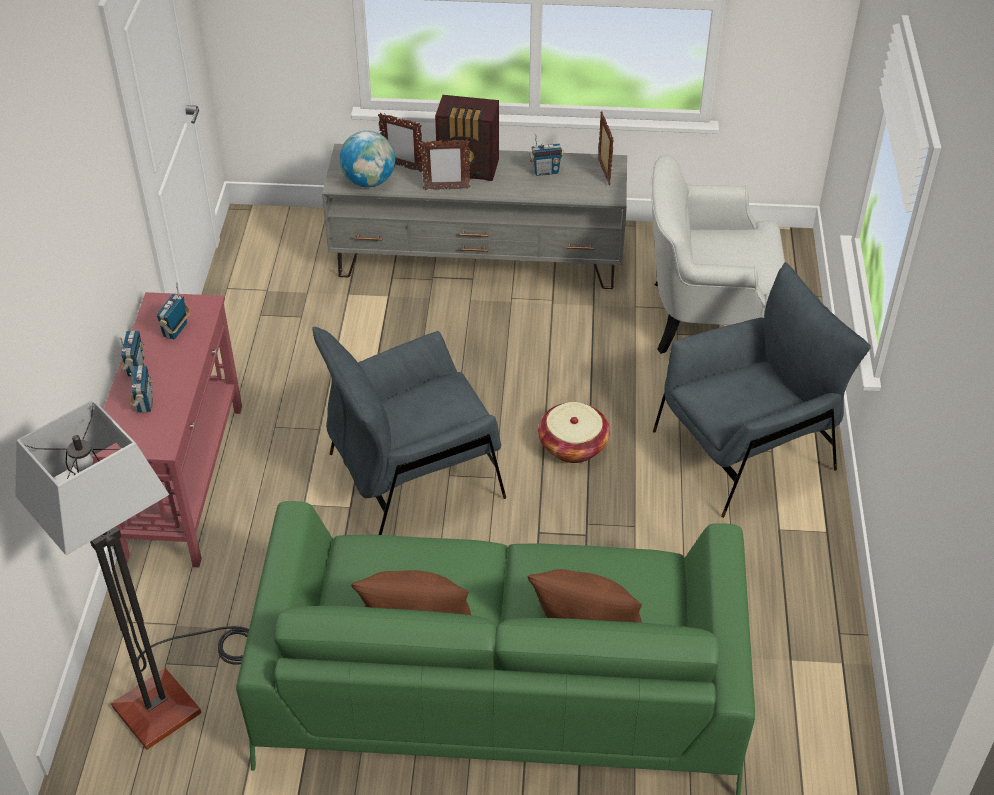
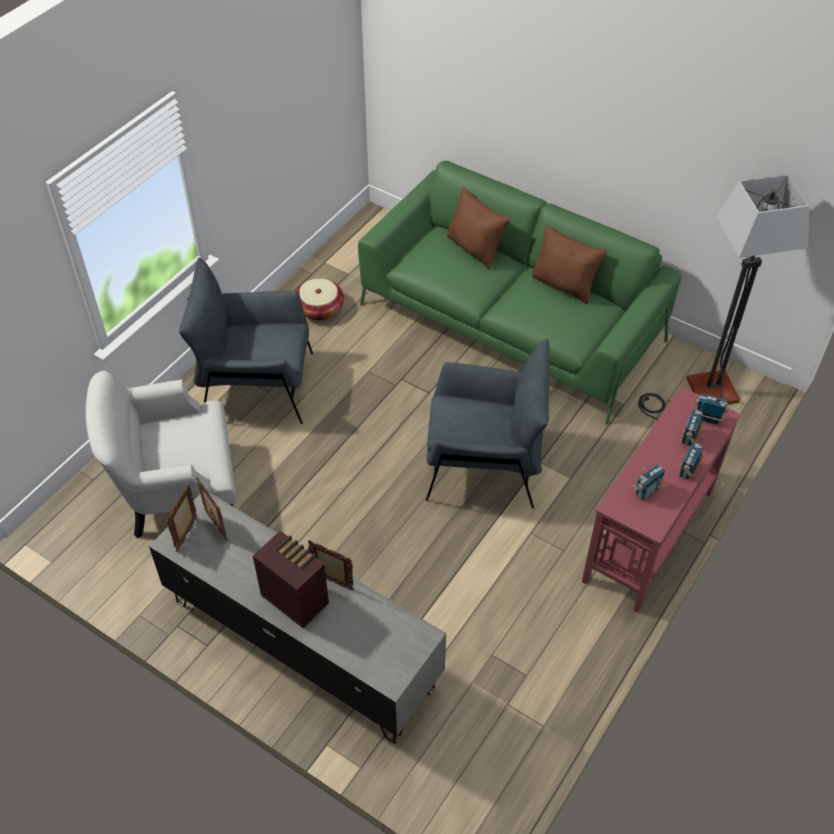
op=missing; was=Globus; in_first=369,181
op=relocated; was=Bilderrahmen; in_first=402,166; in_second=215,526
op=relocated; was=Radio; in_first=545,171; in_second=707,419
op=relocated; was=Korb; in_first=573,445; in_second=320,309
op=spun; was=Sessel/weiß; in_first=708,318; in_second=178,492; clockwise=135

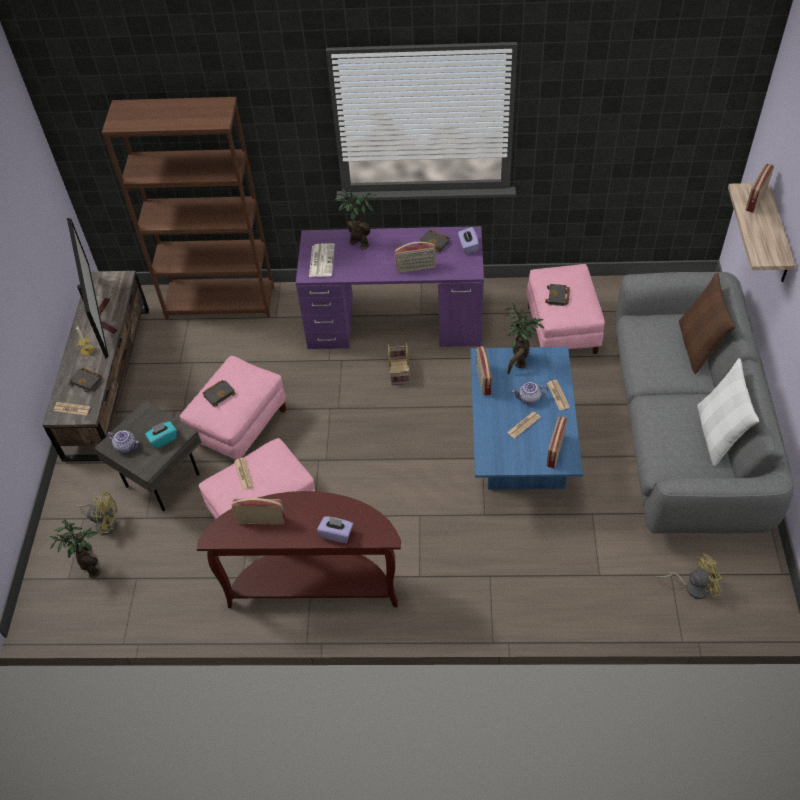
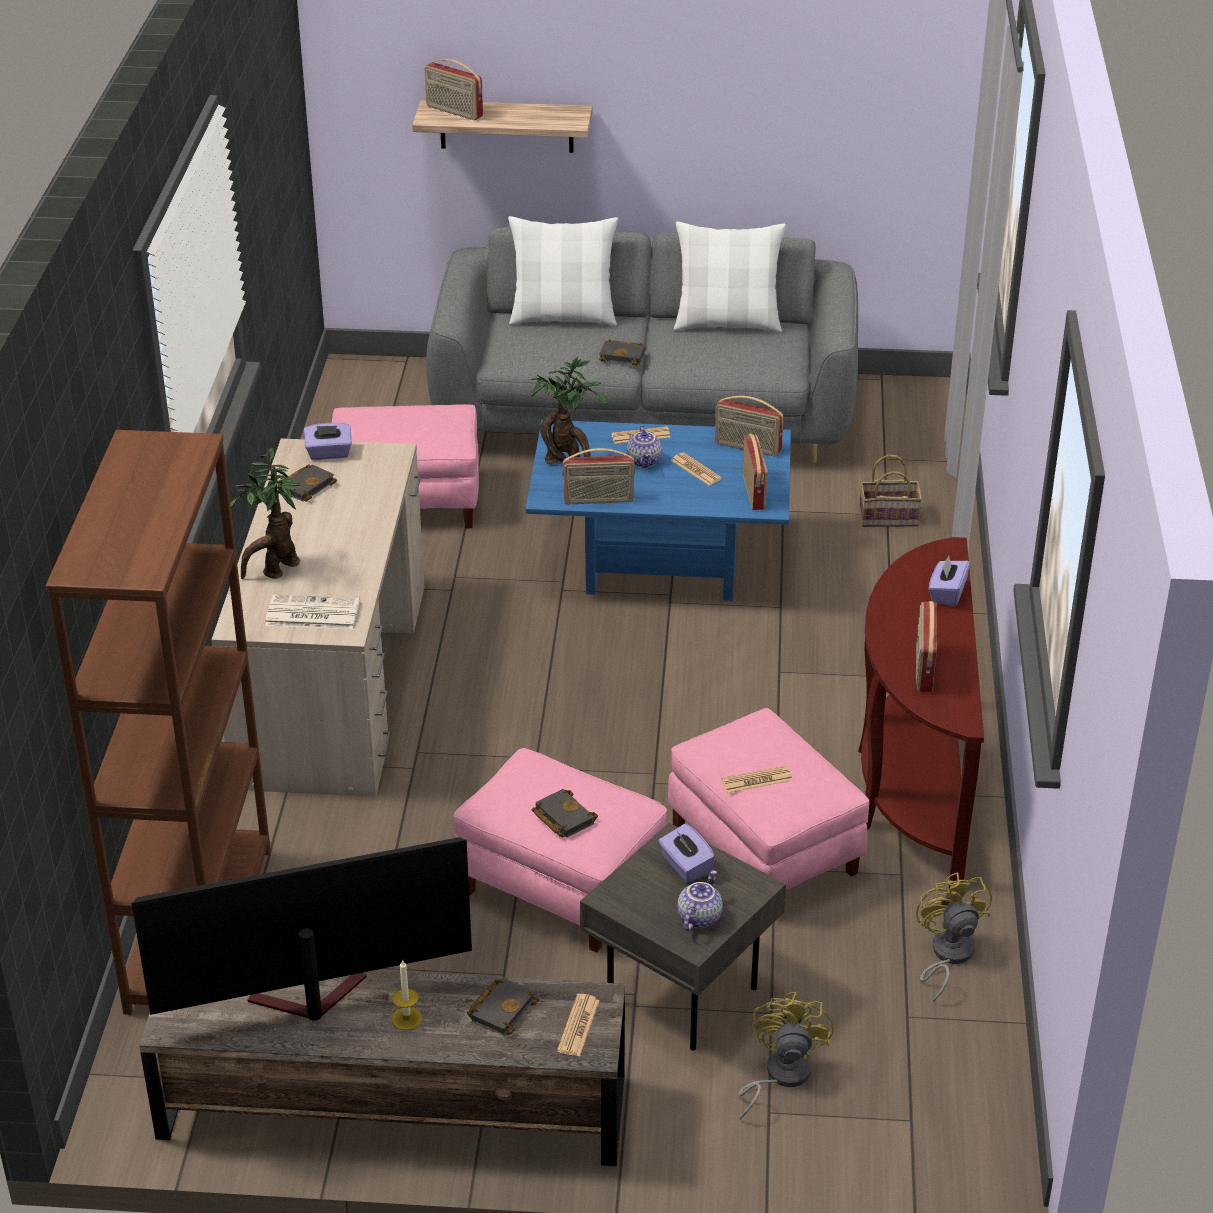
op=missing; was=Topfpflanze; in_first=90,567
op=relocated; was=Korb; in_first=400,372; in_second=890,517
op=relocated; was=Radio; in_first=416,268; in_second=754,491
op=relocated; was=Buch/schwarz; in_first=558,297; in_second=623,355
op=relocated; was=Ventilator/gelb; in_first=692,586; in_second=947,956
op=colour; was=Taschentuchbox/türkis; now=Taschentuchbox/lila; in_first=163,439; in_second=685,866
op=colour; was=Schreibtisch/lila; now=Schreibtisch/beige; in_first=395,321; in_second=334,682
op=colour; was=Kissen/braun; now=Kissen/weiß; in_first=697,346; in_second=563,317

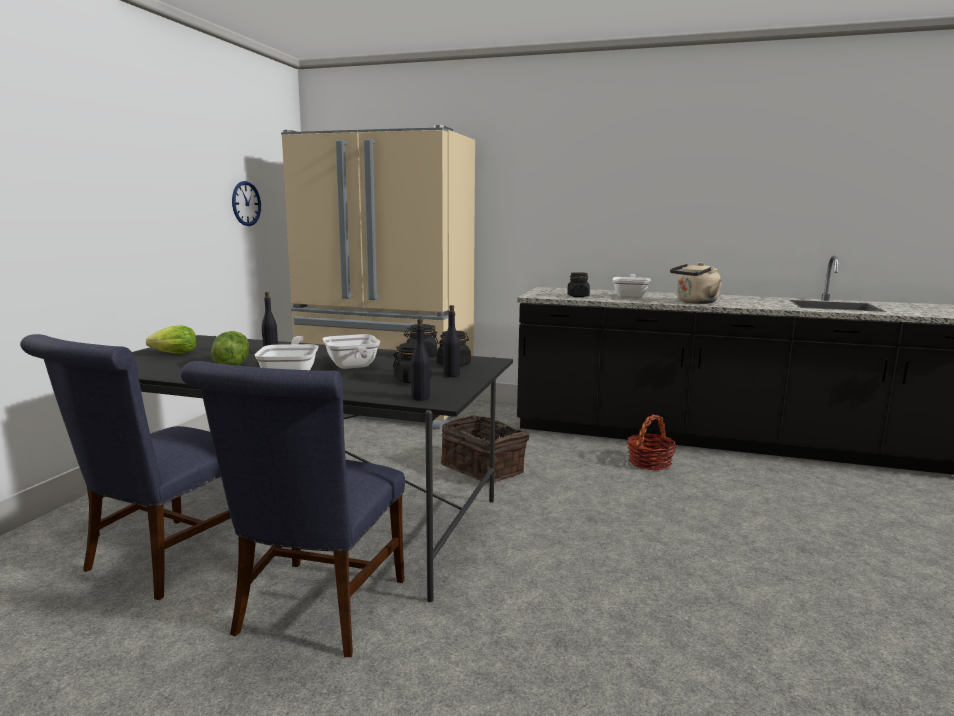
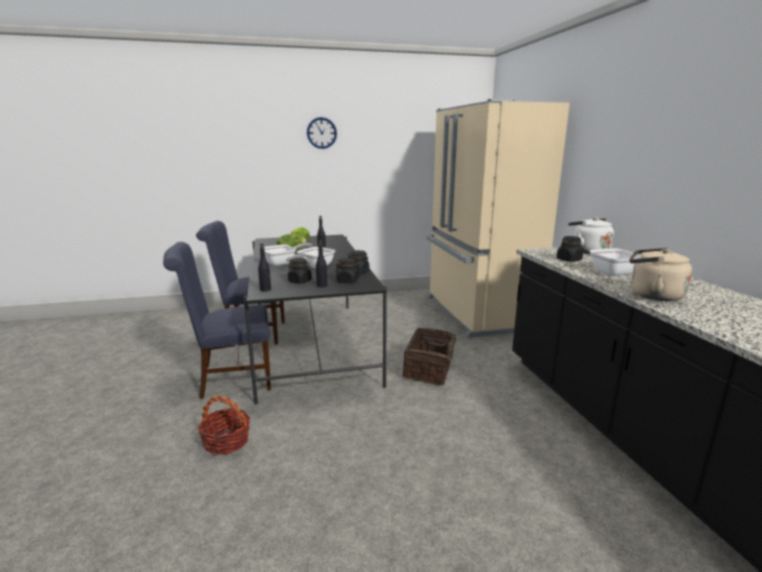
op=appeared; now=Wasserkessel/weiß; in_second=588,251
op=relocated; was=Wanduhr; in_first=246,203; in_second=321,133
op=relocated; was=Korb; in_first=650,462; in_second=226,441

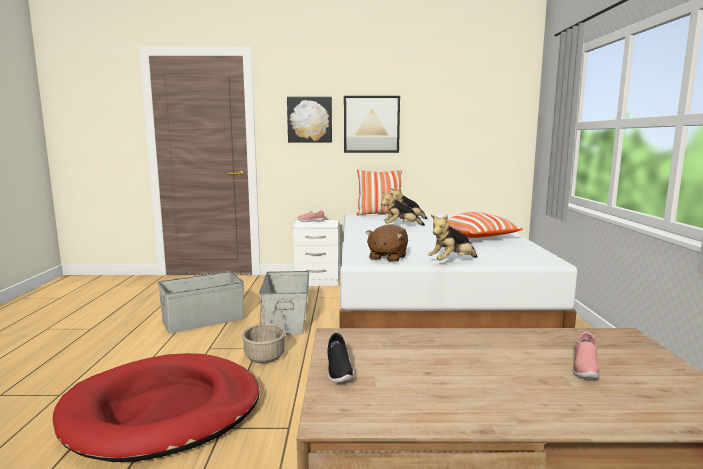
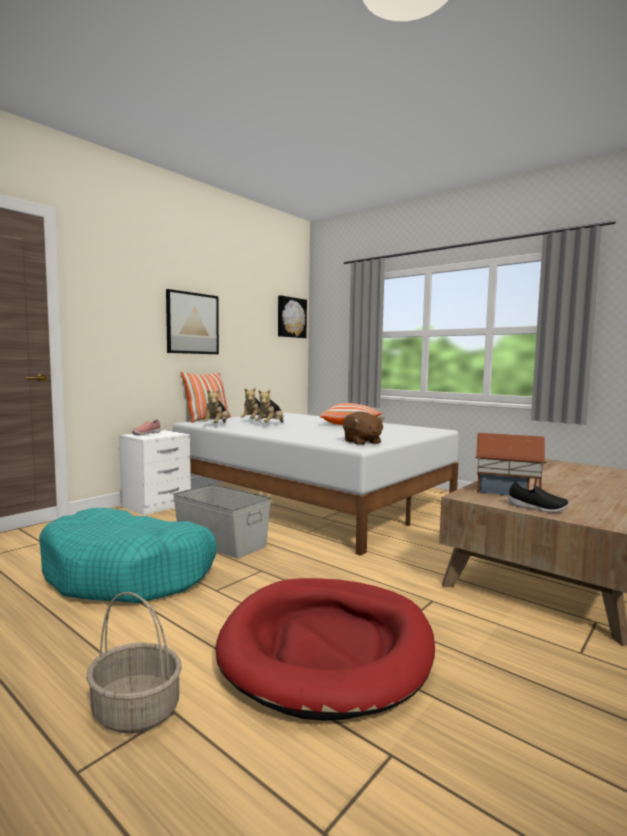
op=missing; was=Schuh/rosa; in_first=584,369
op=appeared; now=Spielzeughaus; in_second=507,492
op=relocated; was=Korb; in_first=264,355; in_second=134,711
op=relocated; was=Bild; in_first=310,120; in_second=291,317
op=relocated; was=Plüschtier; in_first=452,262; in_second=216,425
op=exchanged; was=Aufbewahrungsbox/grau; now=Hundebett/türkis; in_first=202,320; in_second=129,574

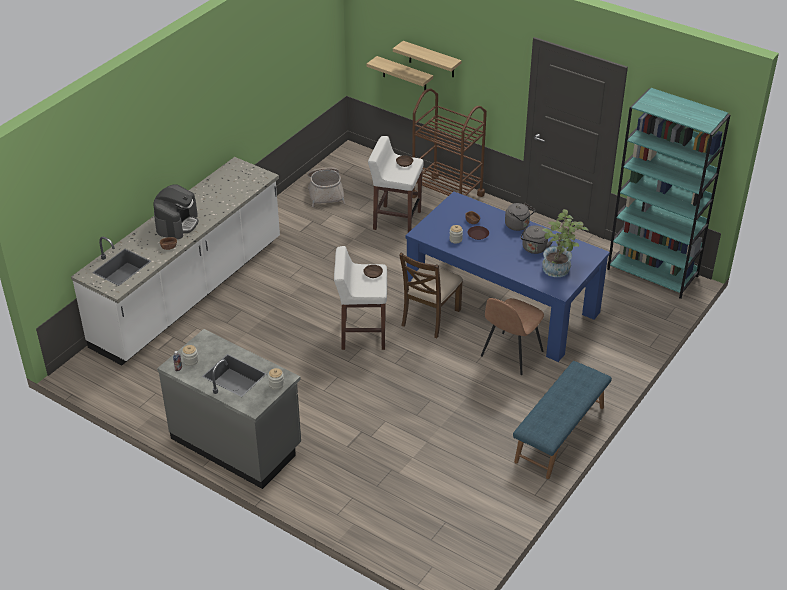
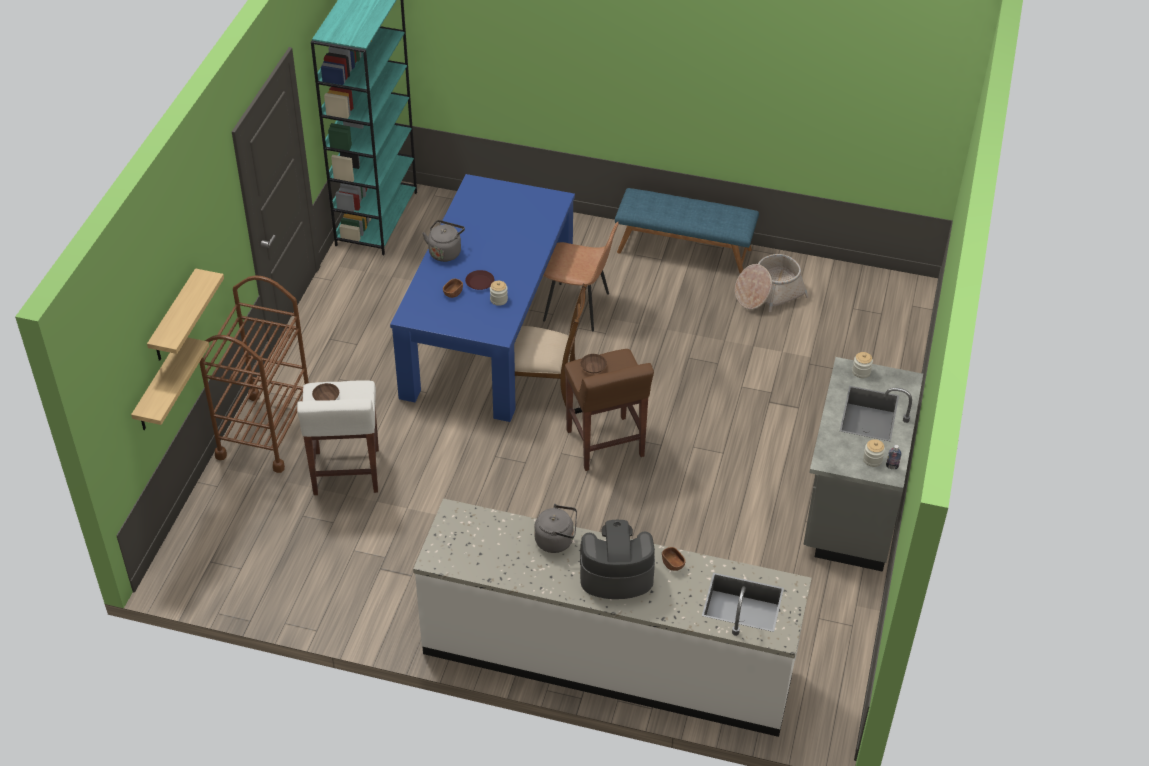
op=missing; was=Topfpflanze; in_first=559,271
op=relocated; was=Korb; in_first=325,192; in_second=768,294
op=relocated; was=Wasserkessel/grau; in_first=534,249; in_second=557,540
op=colour; was=Hocker/weiß; now=Hocker/braun; in_first=362,334; in_second=605,444

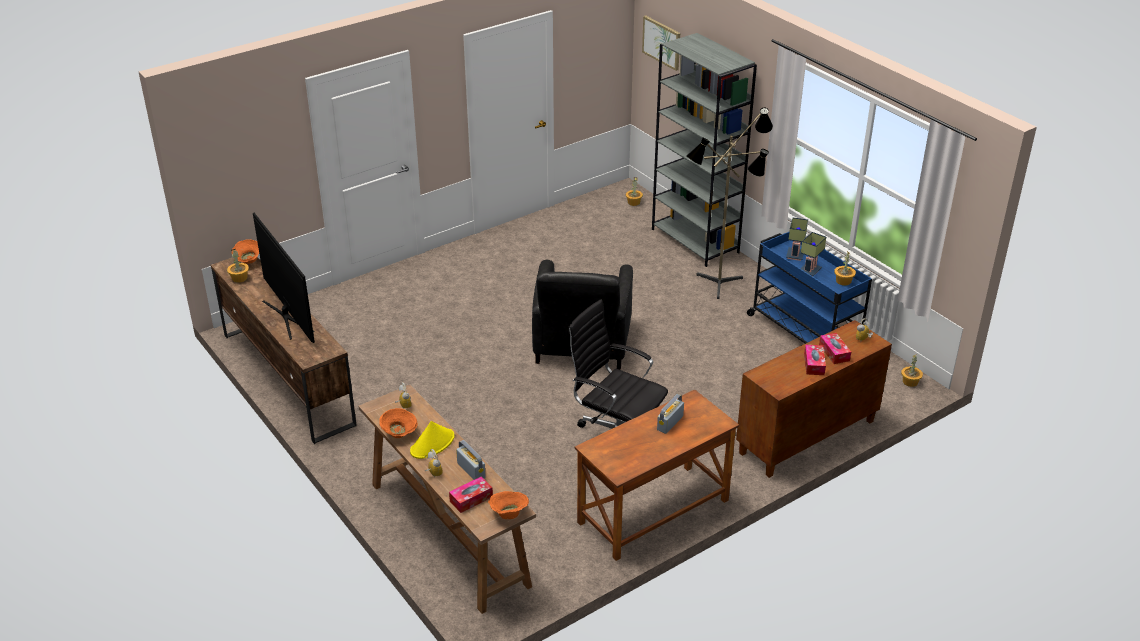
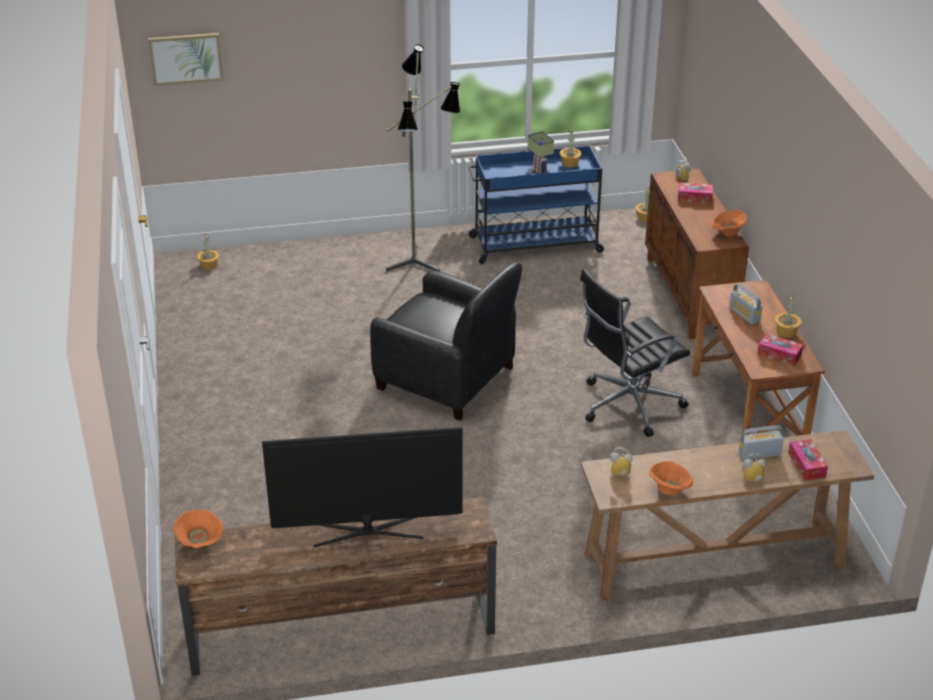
op=missing; was=Hut/gelb; in_first=432,444
op=missing; was=Bücherregal/grau; in_first=695,241
op=missing; was=Tischlampe; in_first=796,256
op=relocated; was=Topfpflanze; in_first=239,278; in_second=786,332
op=relocated; was=Schüssel/orange; in_first=508,513; in_second=727,233
op=relocated; was=Taschentuchbox; in_first=814,364; in_second=779,354

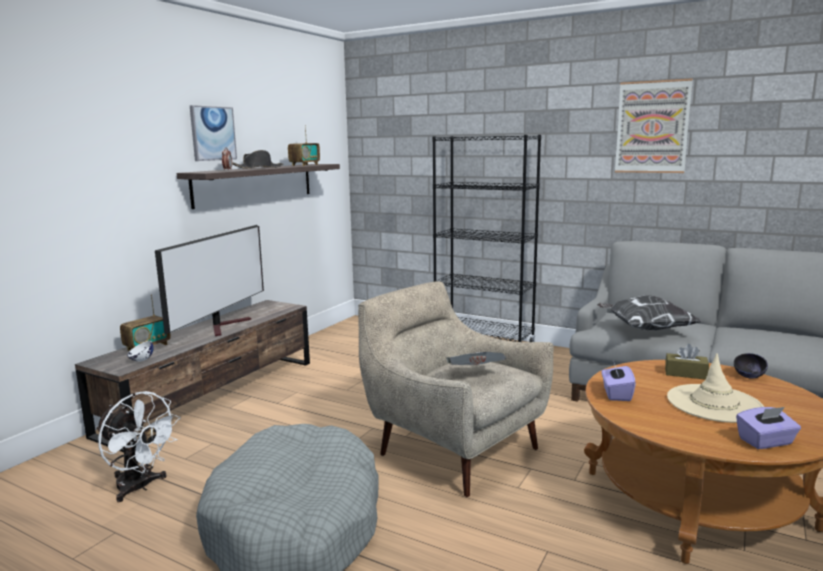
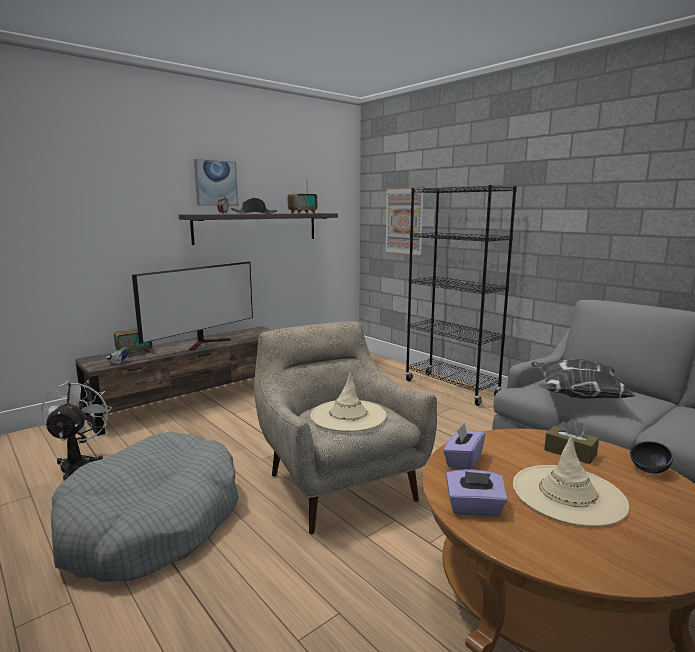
op=relocated; was=Bild; in_first=652,127; in_second=404,221
op=relocated; was=Taschentuchbox/lila; in_first=765,442; in_second=474,508
op=exchanged; was=Zeitung; now=Hut/beige; in_first=475,375; in_second=348,416
op=spun; was=Ventilator/weiß; in_first=140,487; in_second=79,463; clockwise=-150

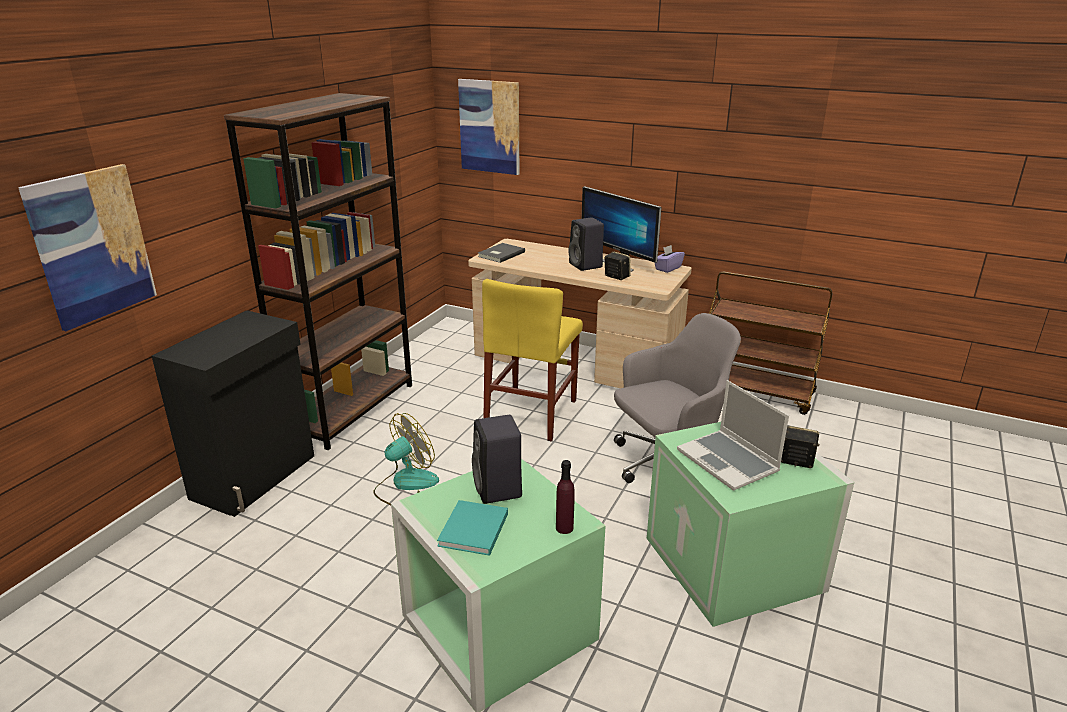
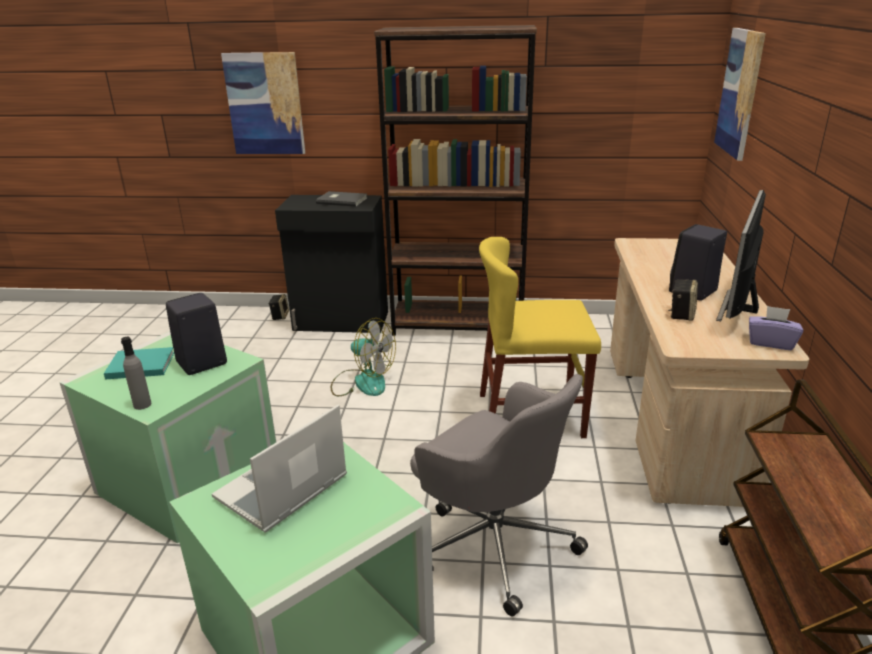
op=relocated; was=Buch/grau; in_first=500,254; in_second=342,200
op=relocated; was=Lautsprecher; in_first=795,461; in_second=280,316
op=colour; was=Flasche/lila; now=Flasche/grau; in_first=564,528; in_second=142,405

